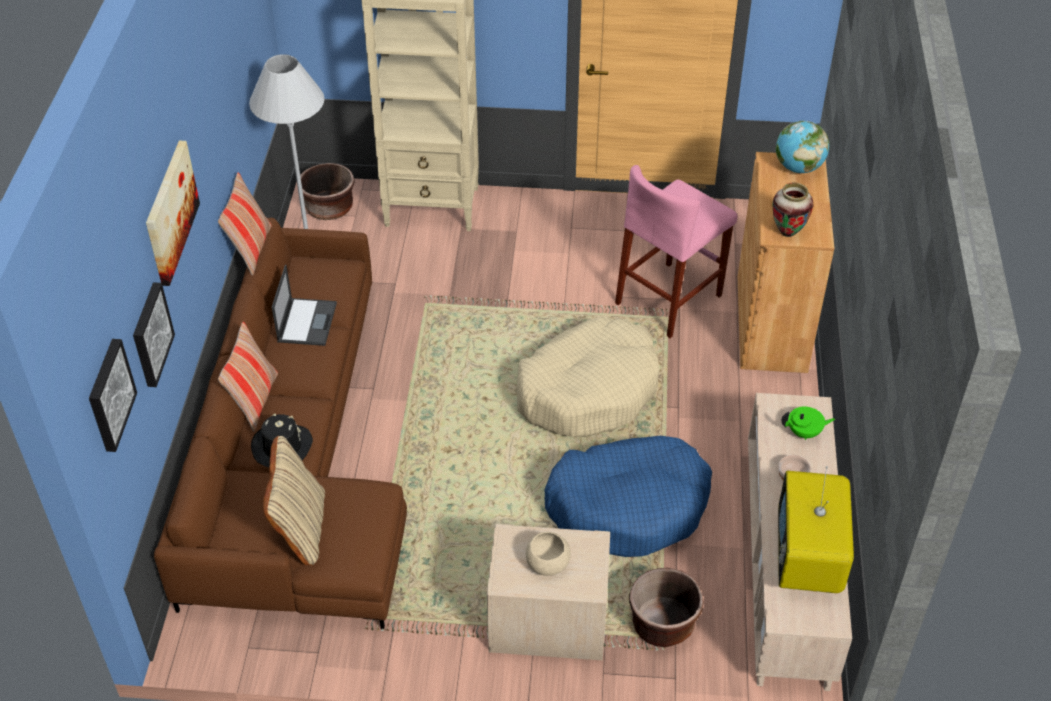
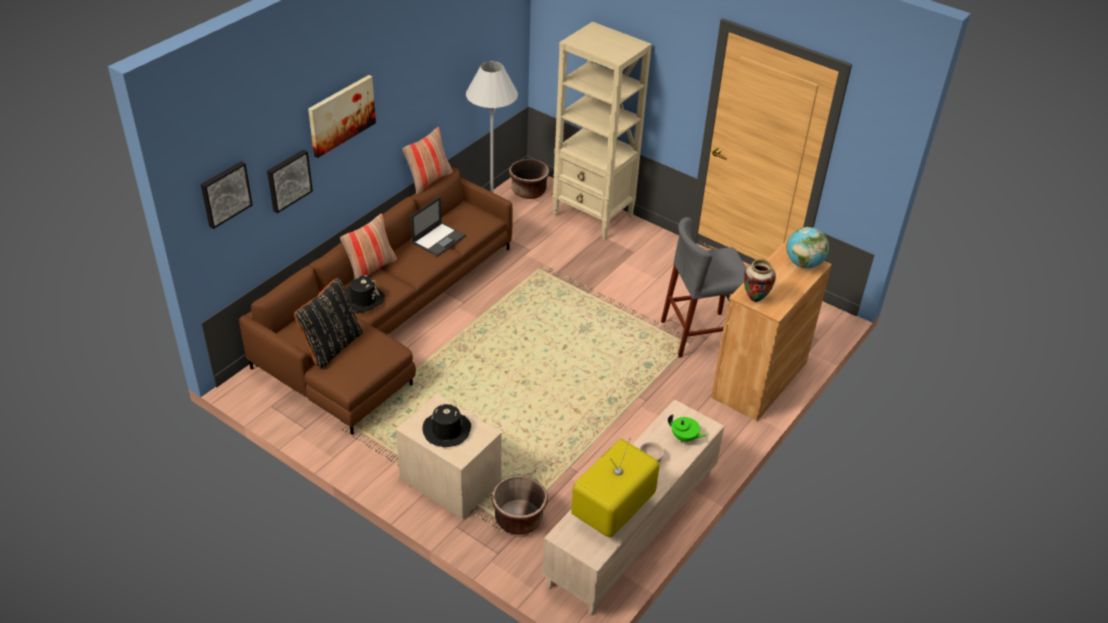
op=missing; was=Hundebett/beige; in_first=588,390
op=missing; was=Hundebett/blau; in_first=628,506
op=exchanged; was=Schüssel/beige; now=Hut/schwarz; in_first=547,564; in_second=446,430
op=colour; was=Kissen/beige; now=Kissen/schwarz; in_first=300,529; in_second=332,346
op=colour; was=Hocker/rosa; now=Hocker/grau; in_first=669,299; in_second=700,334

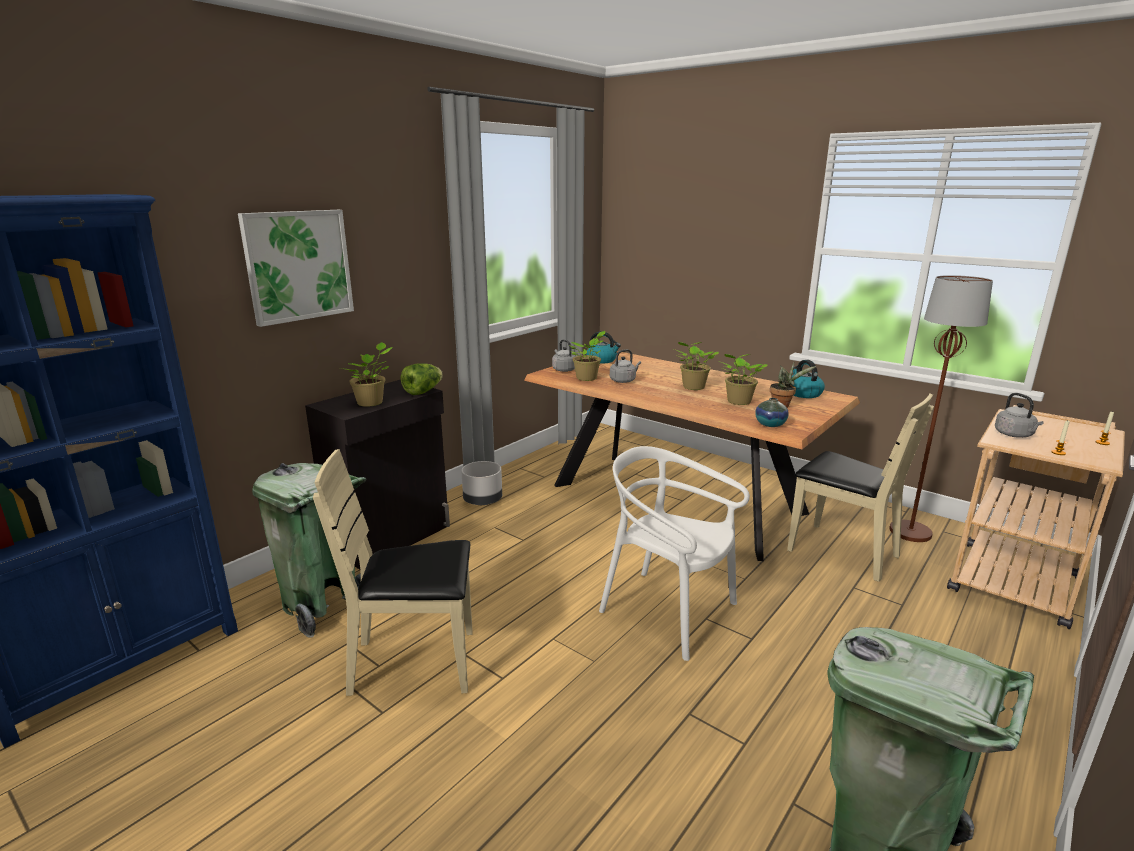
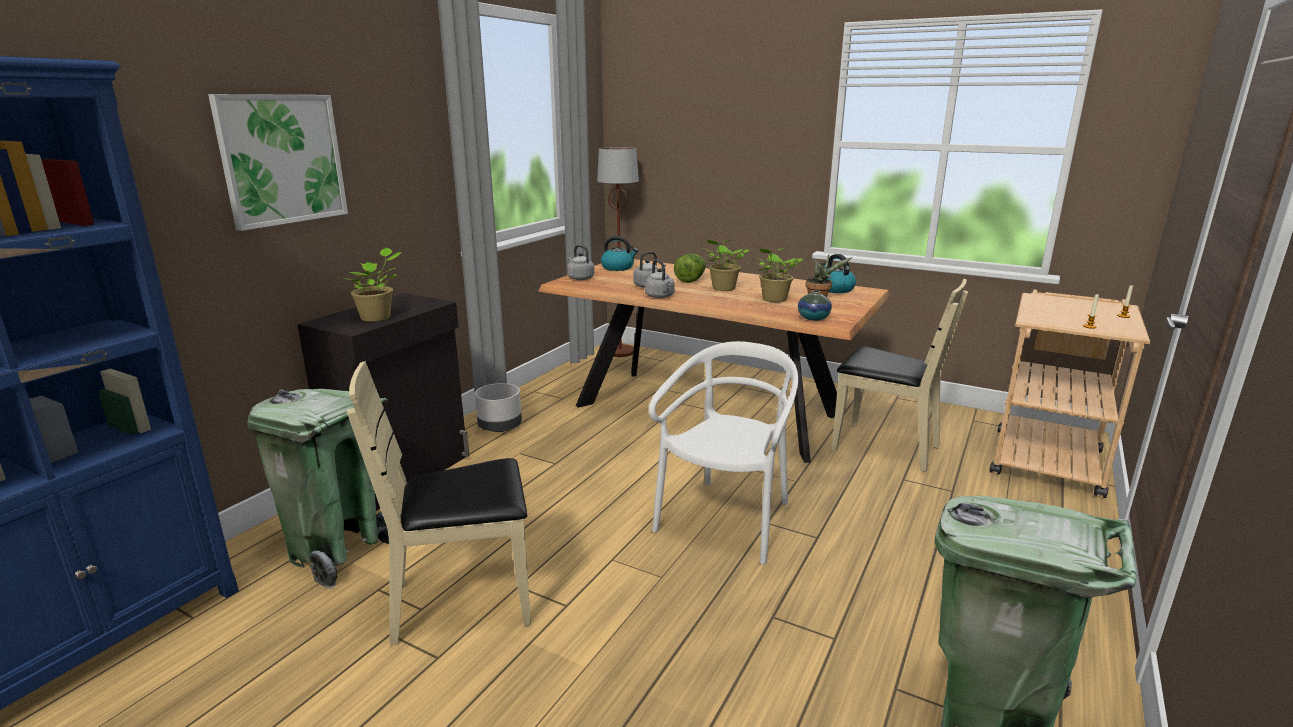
op=missing; was=Topfpflanze; in_first=587,378
op=relocated; was=Salatkopf; in_first=423,392; in_second=691,280
op=relocated; was=Stehlampe/braun; in_first=910,532; in_second=620,352
op=relocated; was=Wasserkessel/grau; in_first=1015,435; in_second=660,297
op=spun; was=Stuhl/weiß; in_first=668,611; in_second=726,520; clockwise=90

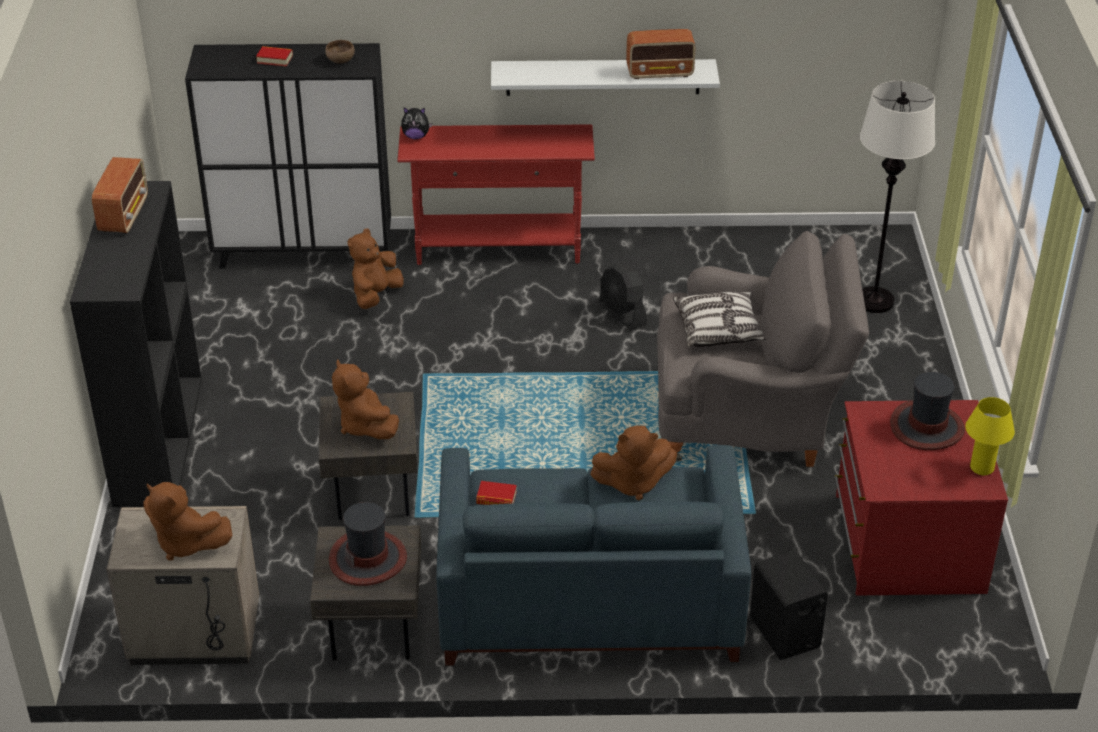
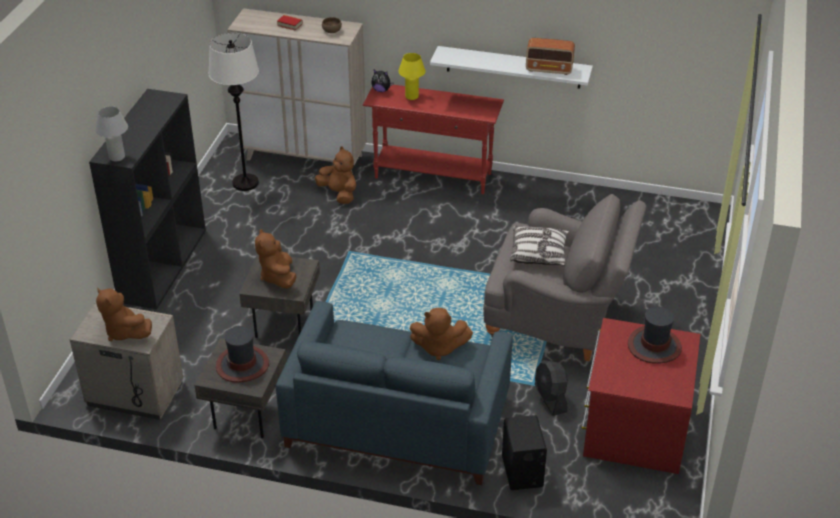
op=missing; was=Radio; in_first=124,214
op=missing; was=Buch; in_first=496,498
op=appeared; now=Tischlampe/weiß; in_second=117,157
op=relocated; was=Ventilator/schwarz; in_first=622,313; in_second=550,399
op=relocated; was=Stehlampe/weiß; in_first=874,301; in_second=245,183
op=relocated; was=Tischlampe/gelb; in_first=982,468; in_second=412,96
op=colour; was=Schrank/schwarz; now=Schrank/beige; in_first=304,251; in_second=305,157
op=spun; was=Plüschtier/braun; in_first=375,295; in_second=339,194; clockwise=90

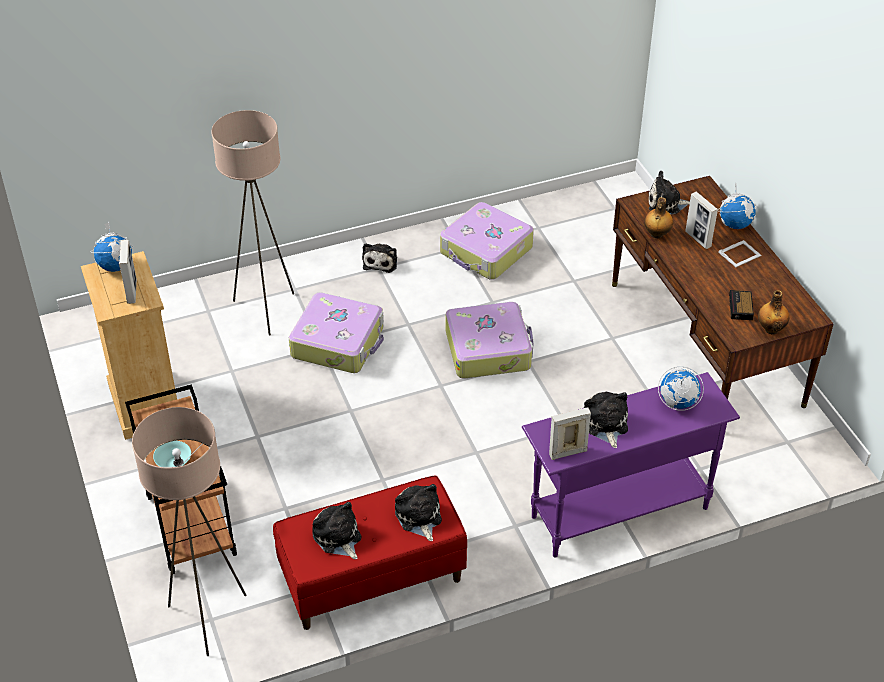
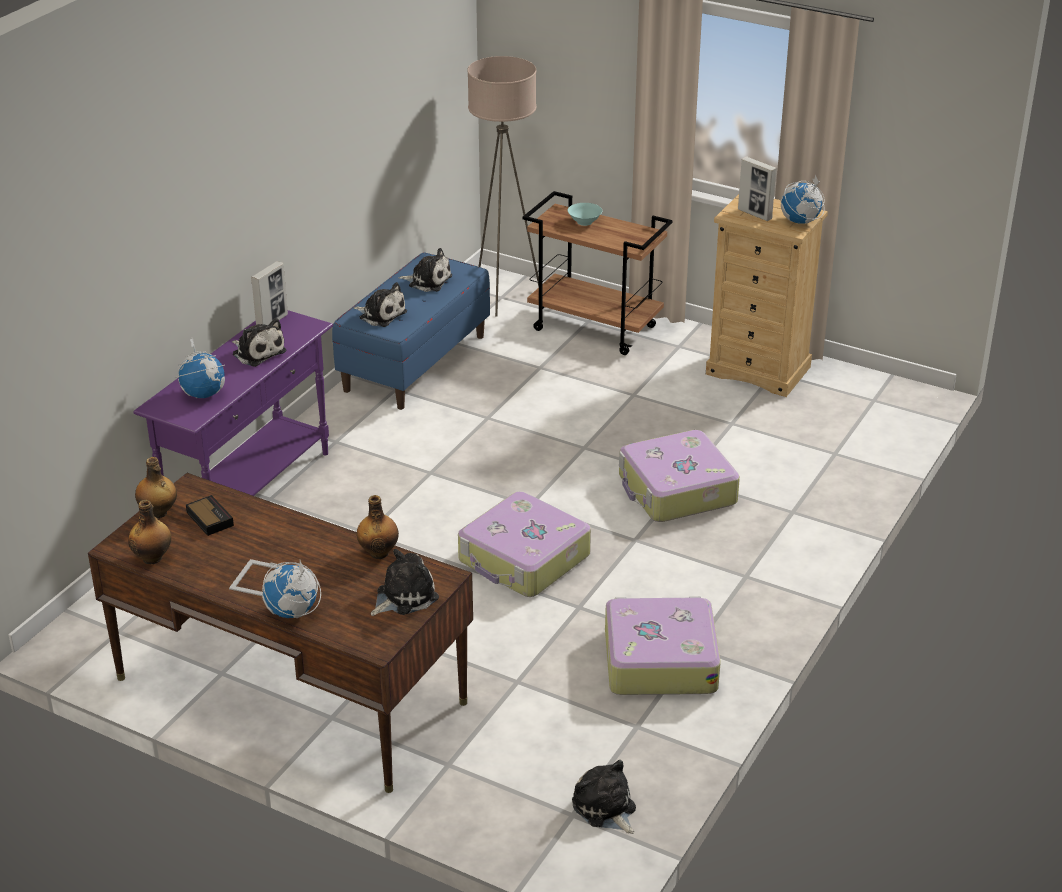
op=missing; was=Stehlampe/beige; in_first=265,310
op=missing; was=Bilderrahmen; in_first=698,239
op=appeared; now=Flasche; in_second=153,558
op=relocated; was=Plüschtier; in_first=381,261; in_second=605,809
op=colour; was=Bank/rot; now=Bank/blau; in_first=372,578; in_second=414,363

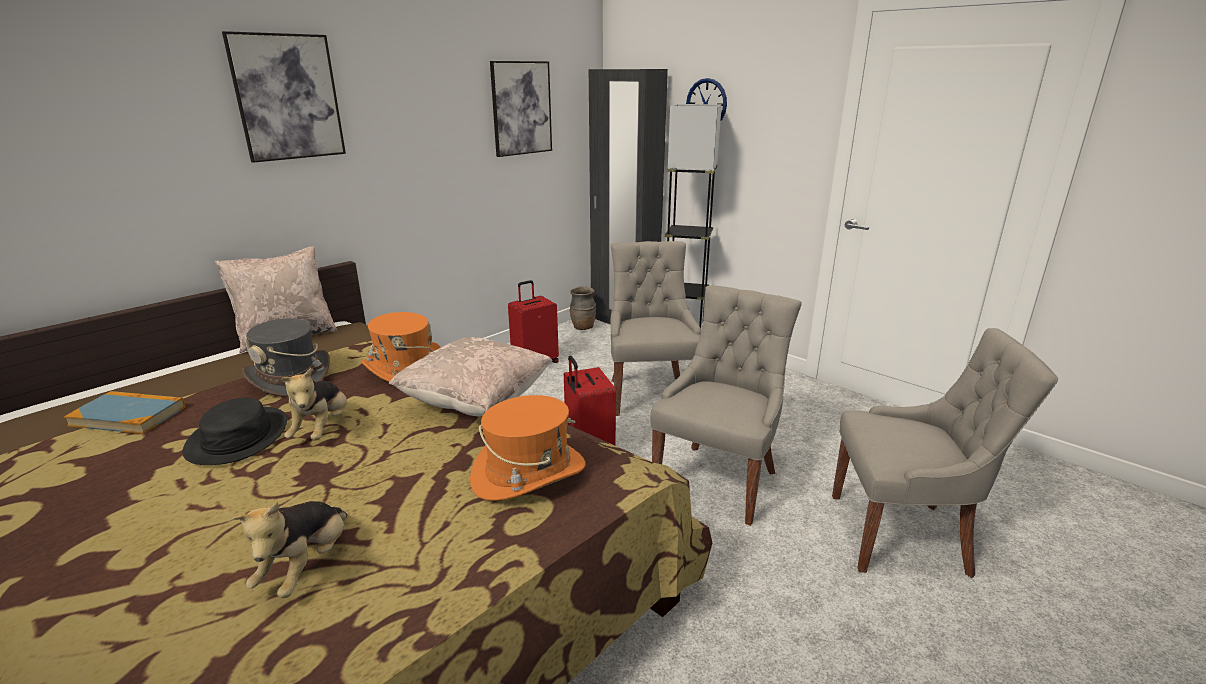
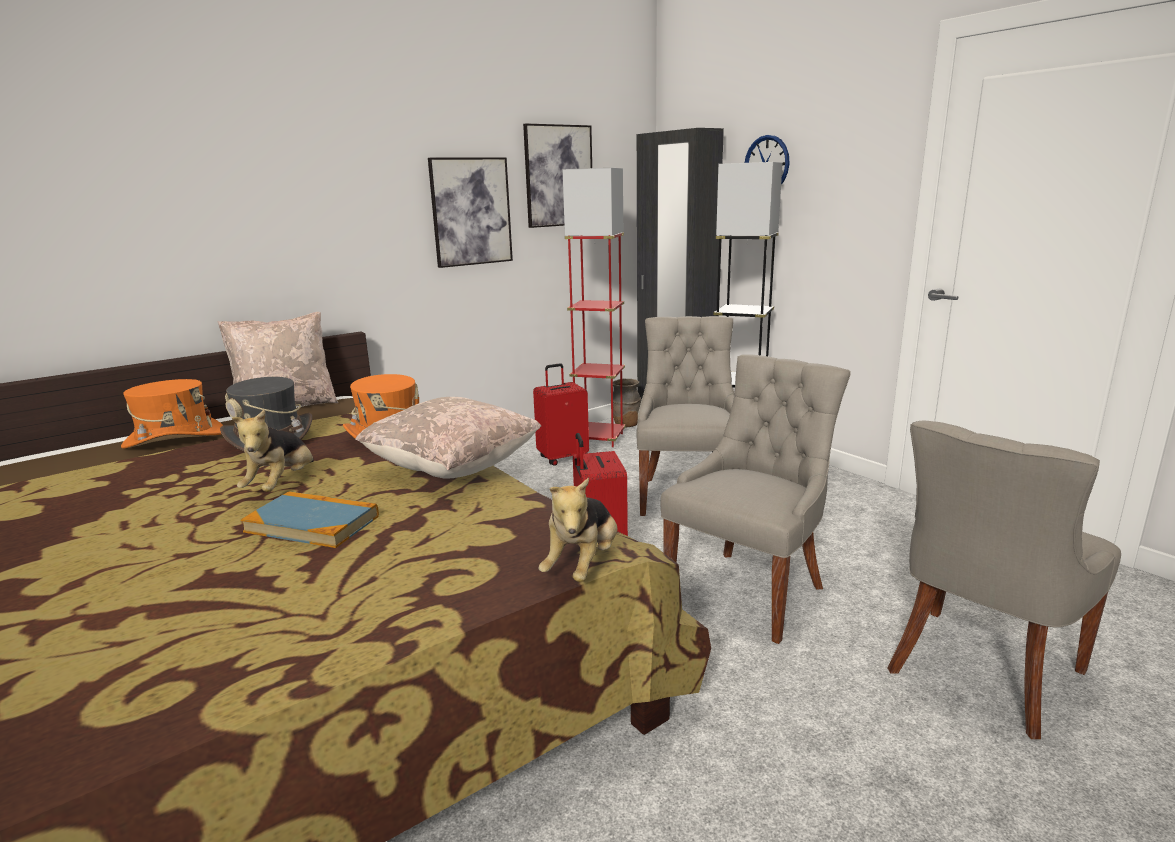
op=missing; was=Hut/schwarz; in_first=237,437
op=appeared; now=Stehlampe/rot; in_second=599,438
op=relocated; was=Buch; in_first=128,416; in_second=312,524
op=relocated; was=Bild; in_first=287,97; in_second=471,212
op=relocated; was=Plüschtier; in_first=306,567; in_second=583,565
op=relocated; was=Hut/orange; in_first=529,474; in_second=175,439
op=spun; was=Stuhl/grau; in_first=902,535; in_second=979,672; clockwise=120

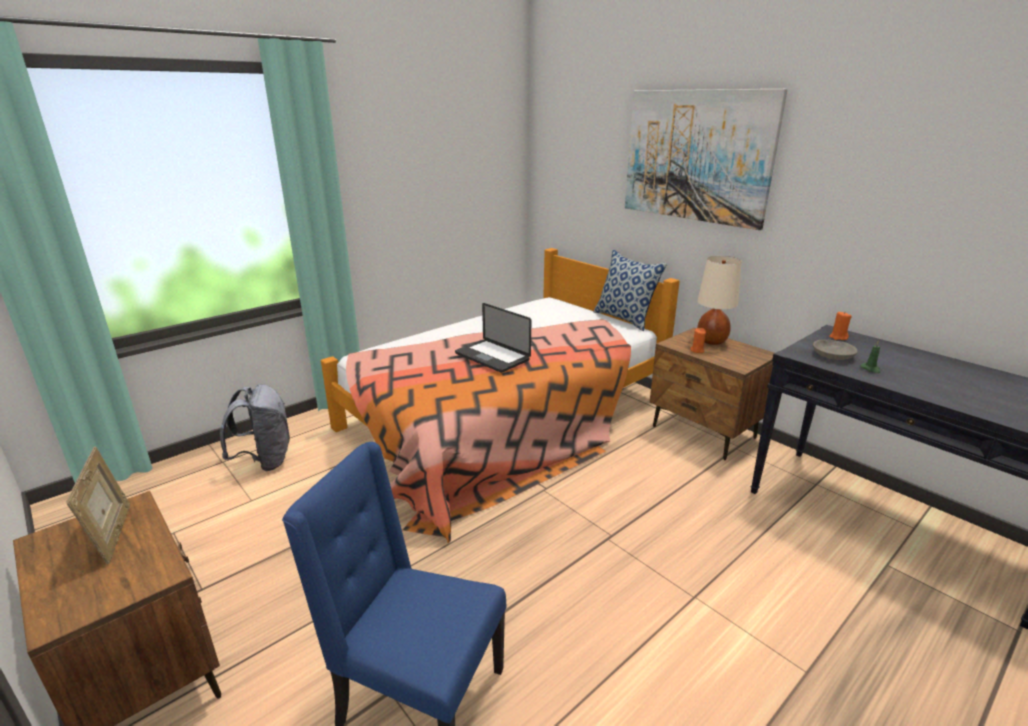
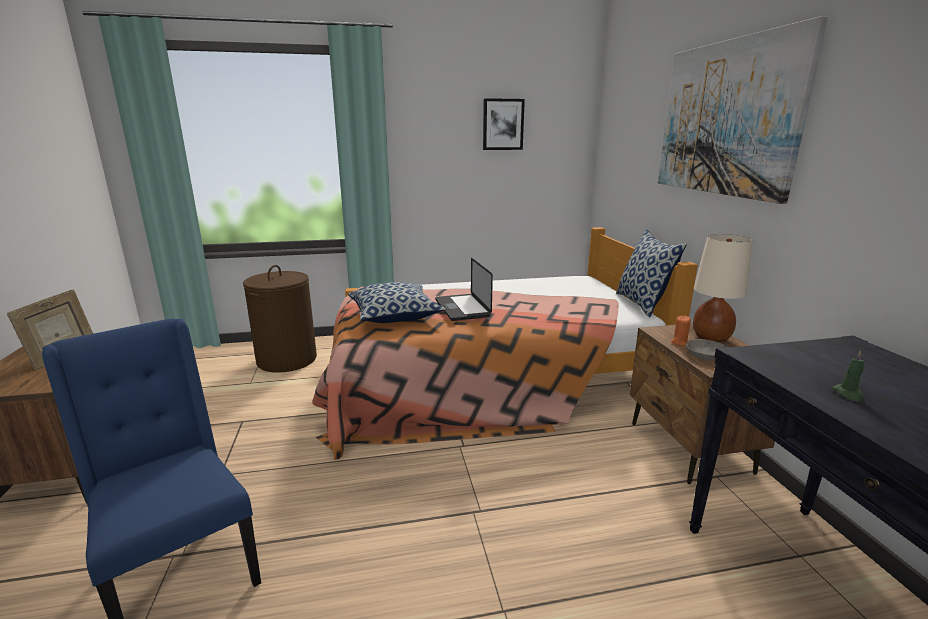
op=missing; was=Kerze/orange; in_first=838,337
op=appeared; now=Kissen; in_second=395,315
op=appeared; now=Bild; in_second=503,124
op=relocated; was=Schüssel/grau; in_first=833,355; in_second=707,355
op=exchanged; was=Rucksack/grau; now=Wäschekorb/braun; in_first=265,461; in_second=287,359

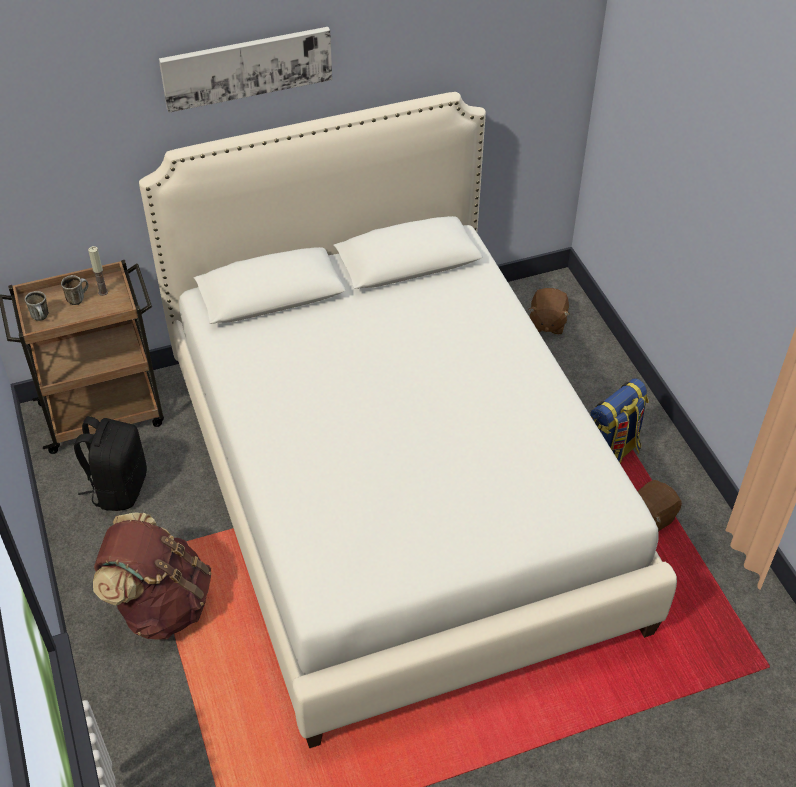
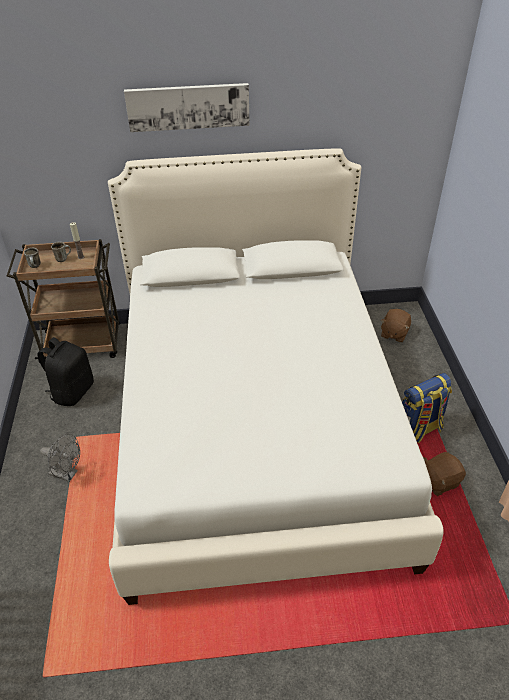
op=exchanged; was=Rucksack/braun; now=Ventilator/grau; in_first=161,604; in_second=67,474

